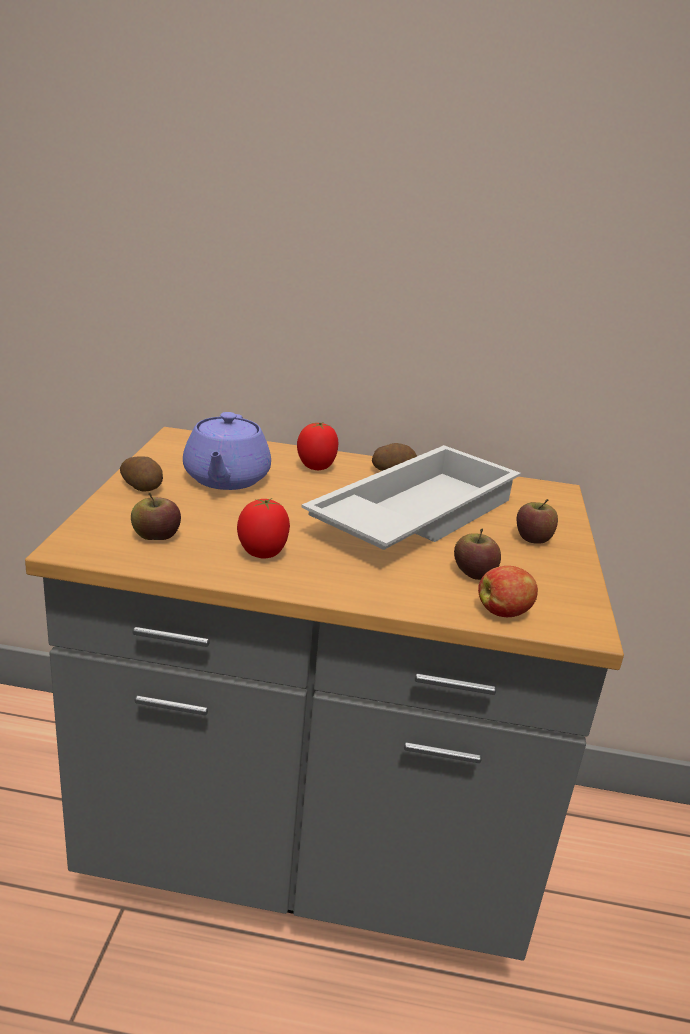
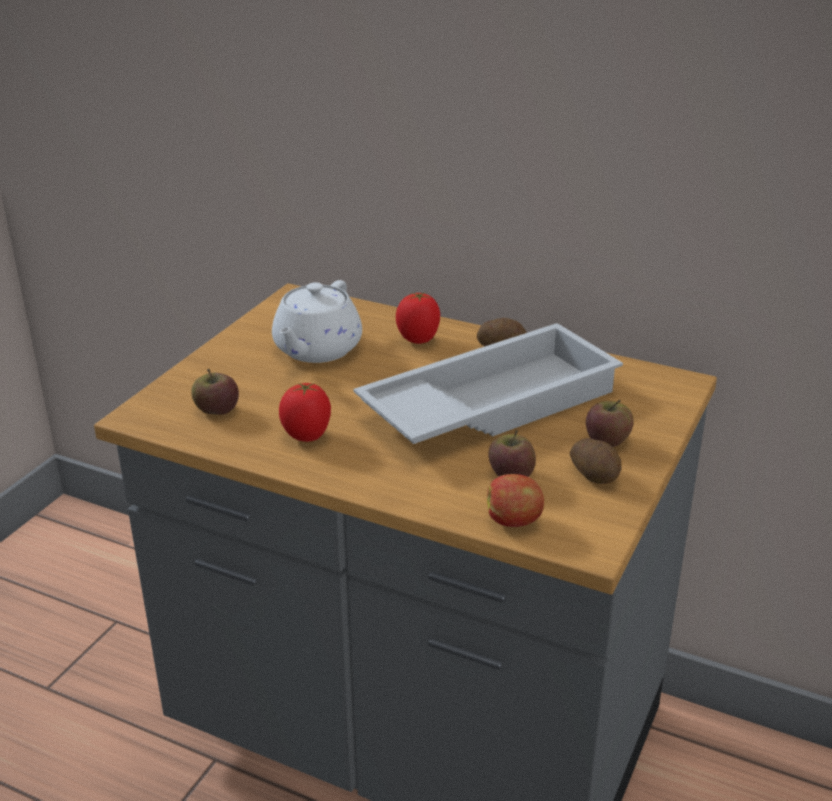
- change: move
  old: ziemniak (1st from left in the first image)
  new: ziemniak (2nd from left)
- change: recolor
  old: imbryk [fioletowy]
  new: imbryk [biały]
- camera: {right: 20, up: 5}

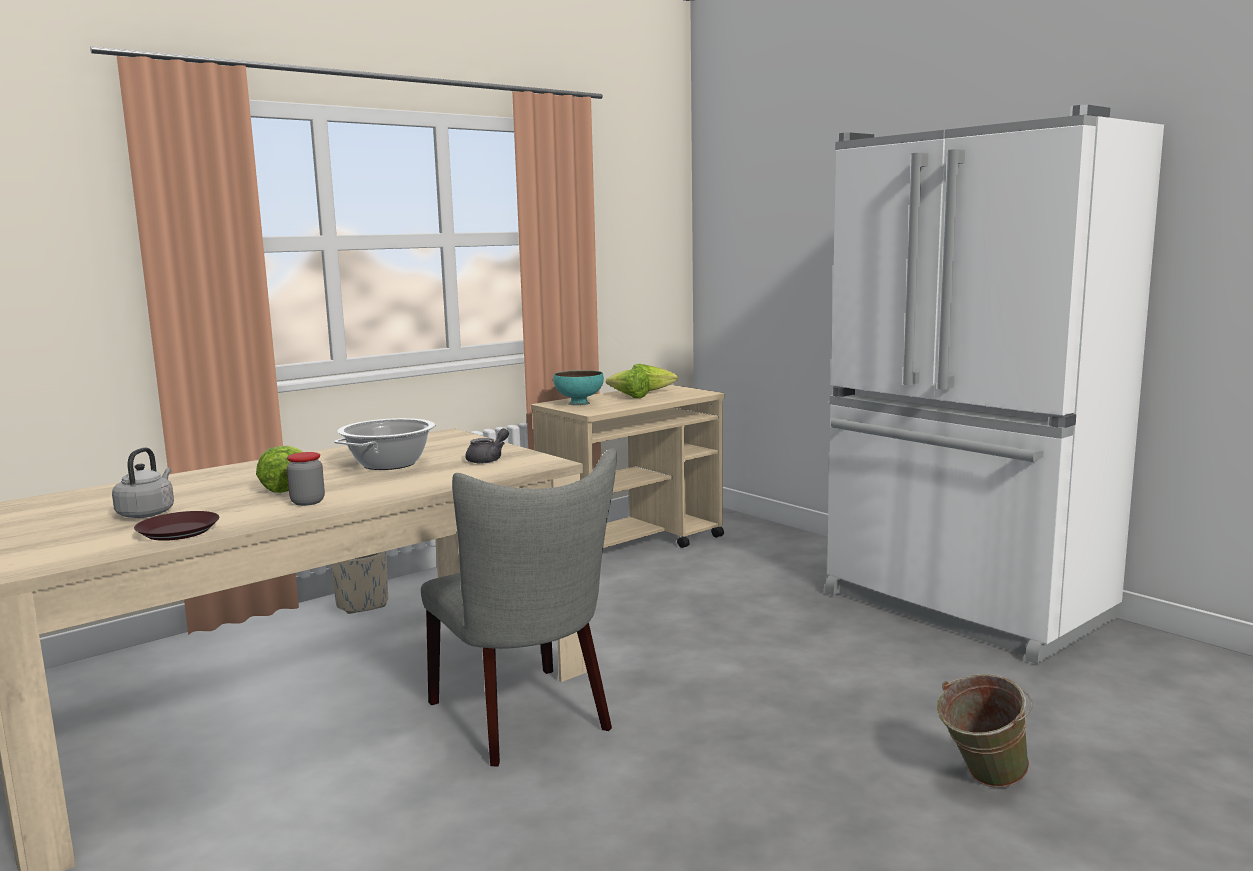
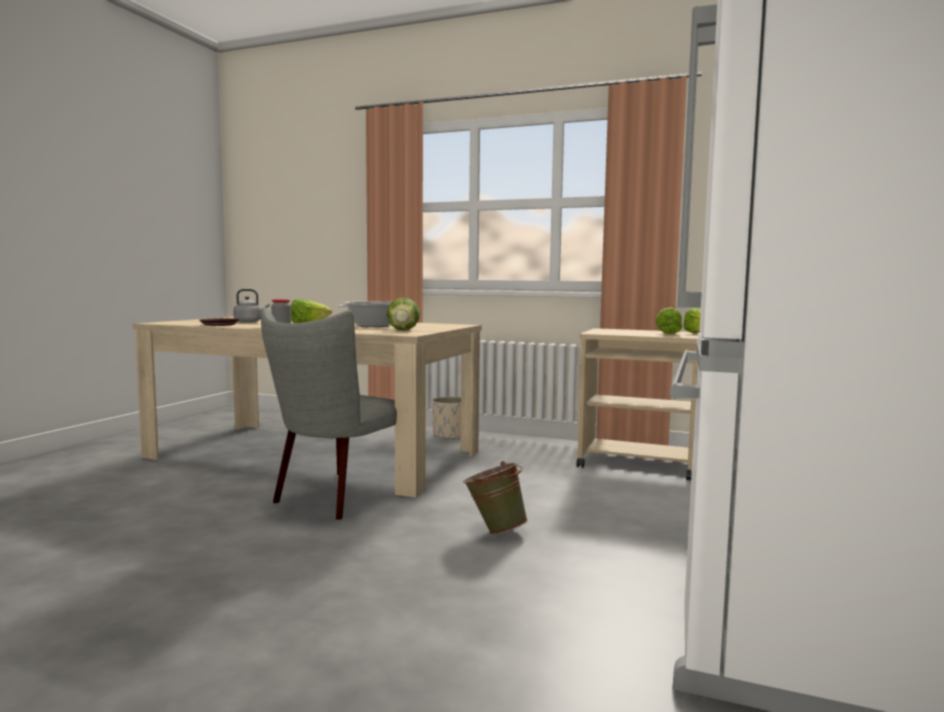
- change: delete
  old: miska [turkusowy]
- change: move
  old: wiadro [zielony]
- change: replace
  old: imbryk [szary]
  new: sałata (2nd from left)
- camera: {right: 60, up: -5}

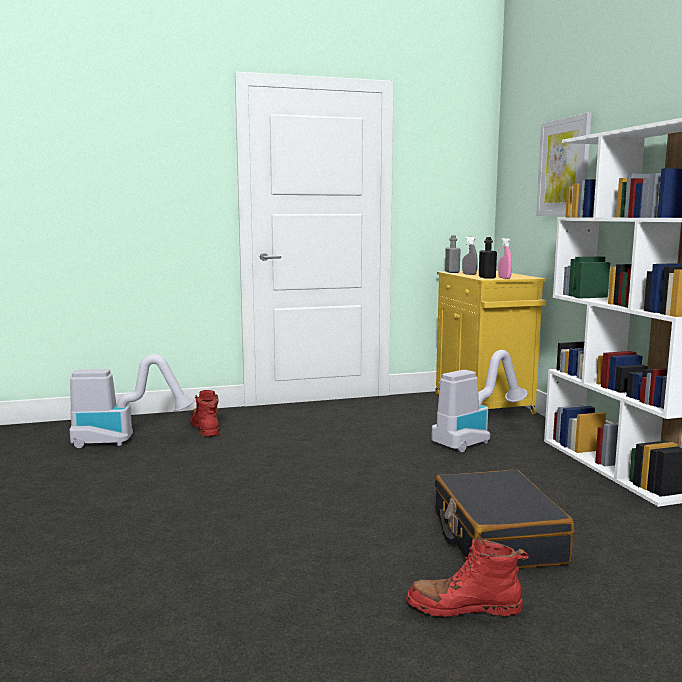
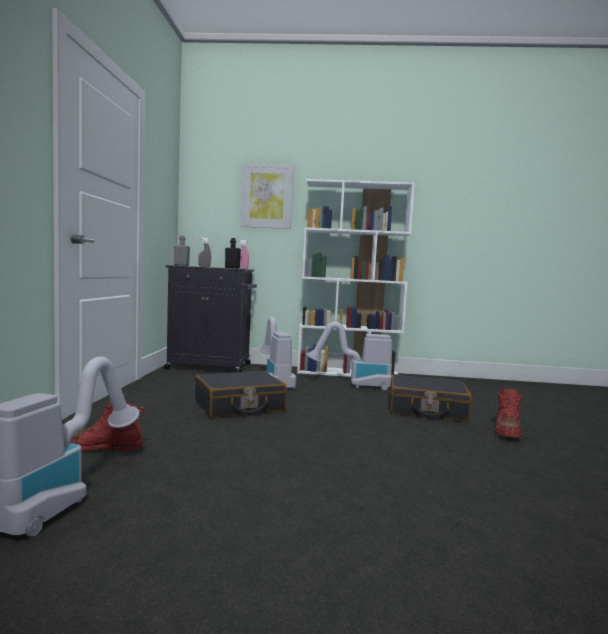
- change: insert
  new: walizka [czarny] (1st from left)
- change: insert
  new: odkurzacz (3rd from left)
- change: recolor
  old: szafka [żółty]
  new: szafka [czarny]
- camera: {right: -70, up: -5}

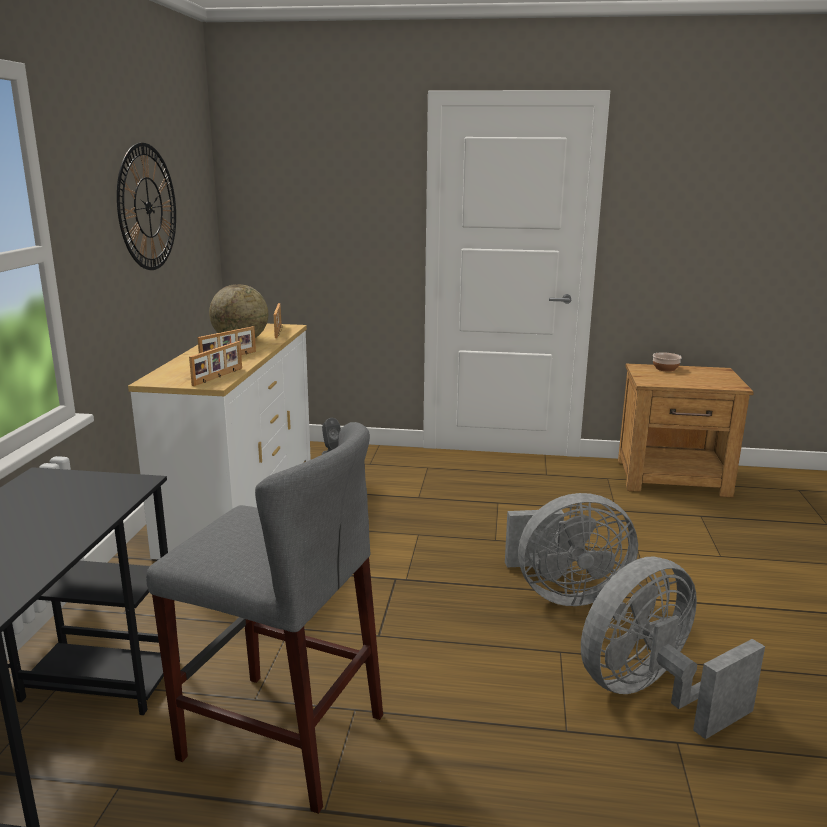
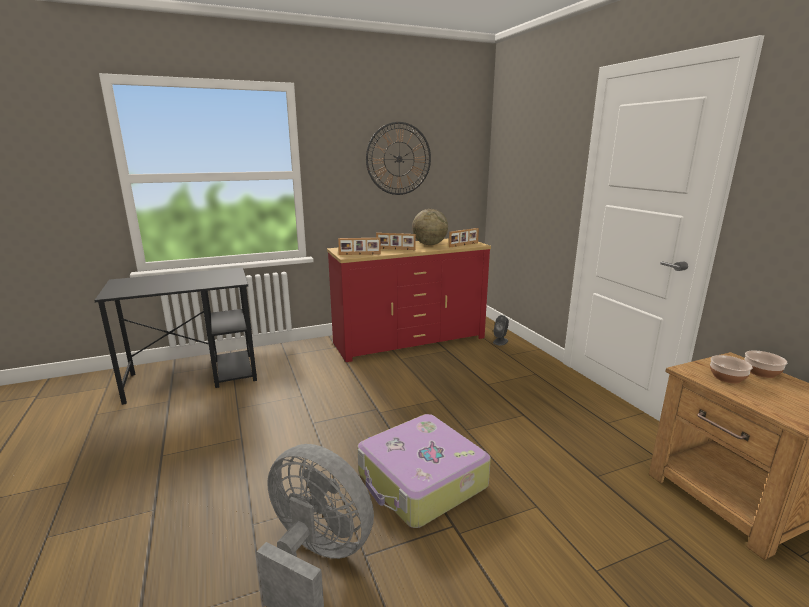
- change: delete
  old: stołek [szary]
- change: insert
  new: miska (1st from left)
- change: replace
  old: wentylator [szary] (1st from left)
  new: walizka
- change: recolor
  old: komoda [biały]
  new: komoda [czerwony]
- camera: {right: 60, up: 0}

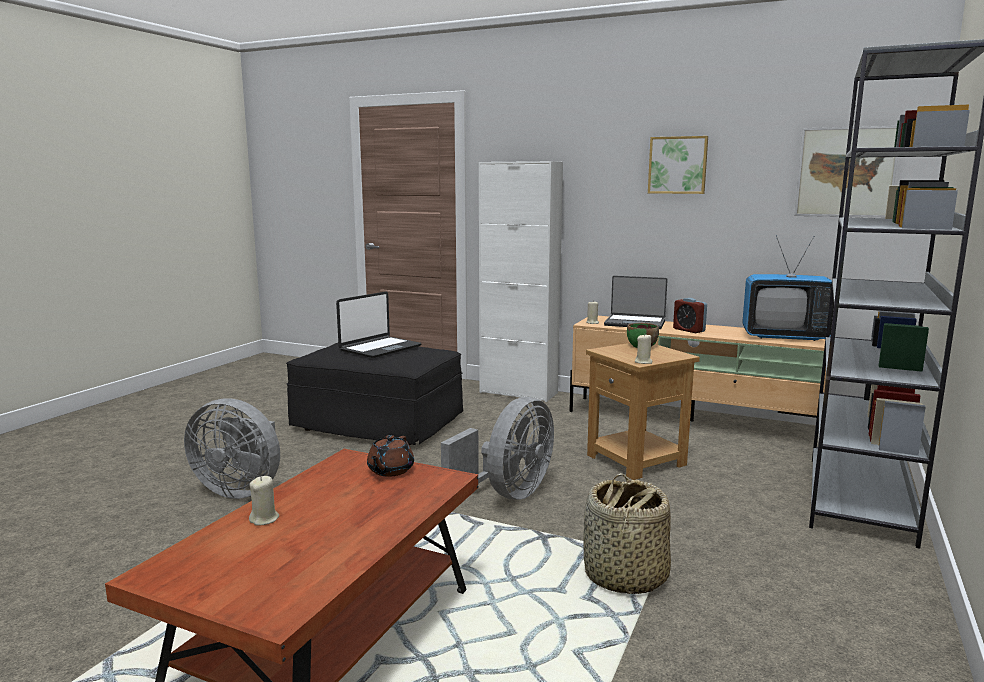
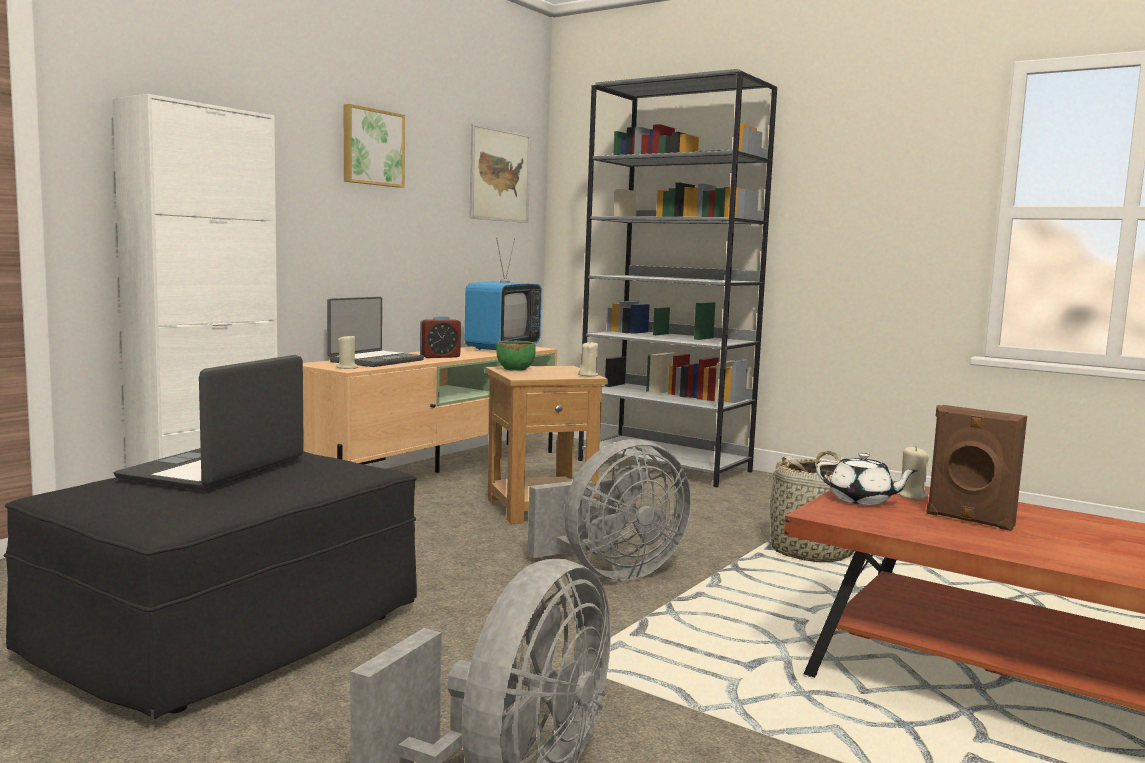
- change: insert
  new: głośnik [brązowy]
- change: move
  old: świeca [beżowy] (1st from left in the first image)
  new: świeca [beżowy] (3rd from left)
- change: recolor
  old: imbryk [brązowy]
  new: imbryk [biały]
- change: rotate
  old: laptop (1st from left)
  degrees: -120
- change: rotate
  old: wentylator [szary] (2nd from left)
  degrees: 105
- camera: {right: -80, up: -5}

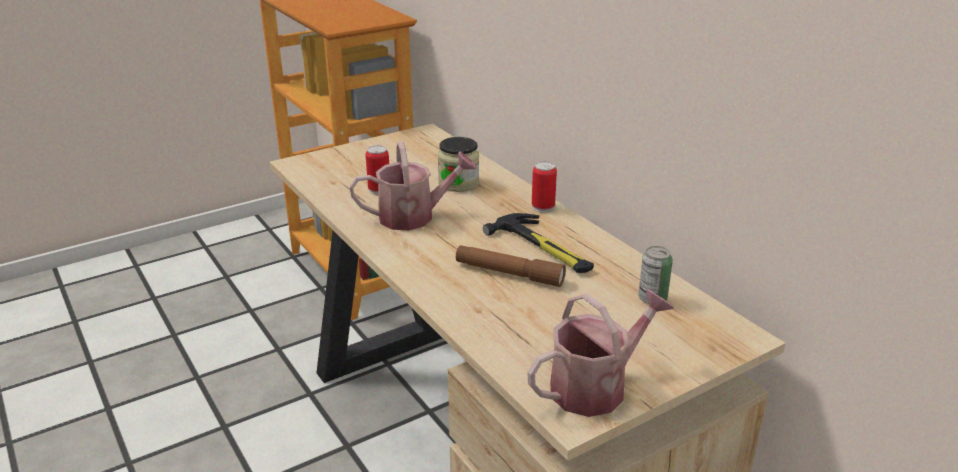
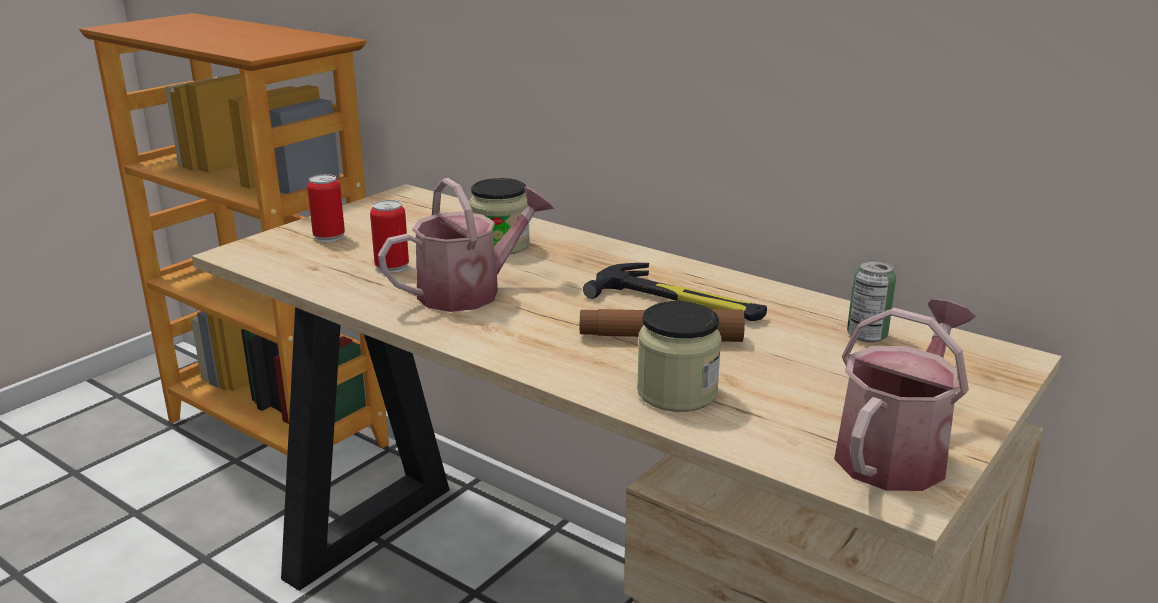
- change: insert
  new: słoik (2nd from left)
- change: move
  old: puszka (2nd from left in the first image)
  new: puszka (1st from left)
- camera: {right: -20, up: -5}

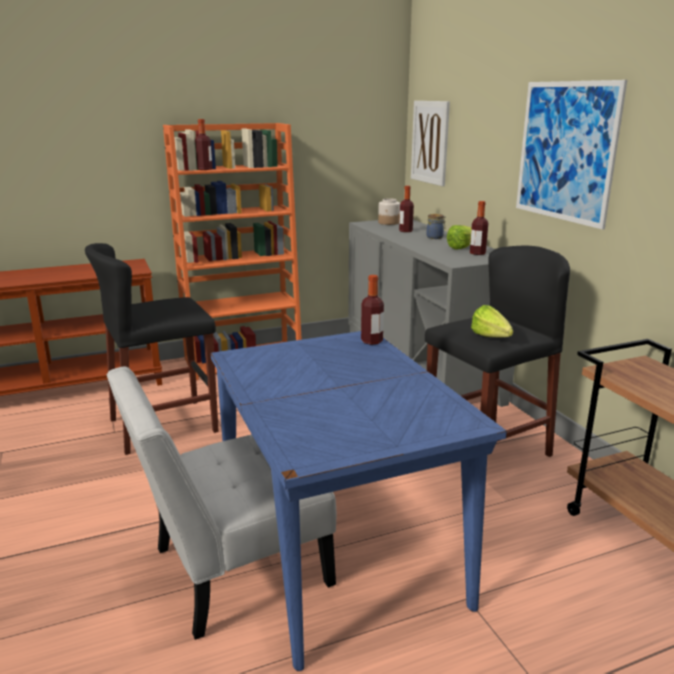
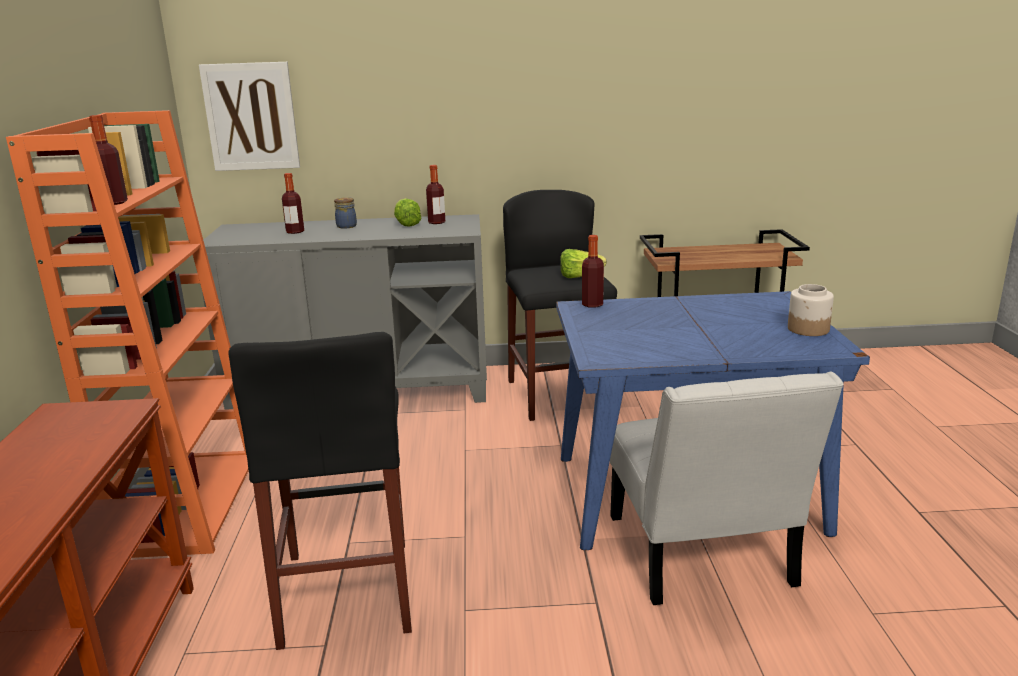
- change: delete
  old: obraz (2nd from left)
- change: move
  old: słoik (1st from left in the first image)
  new: słoik (2nd from left)
- camera: {right: -70, up: 0}

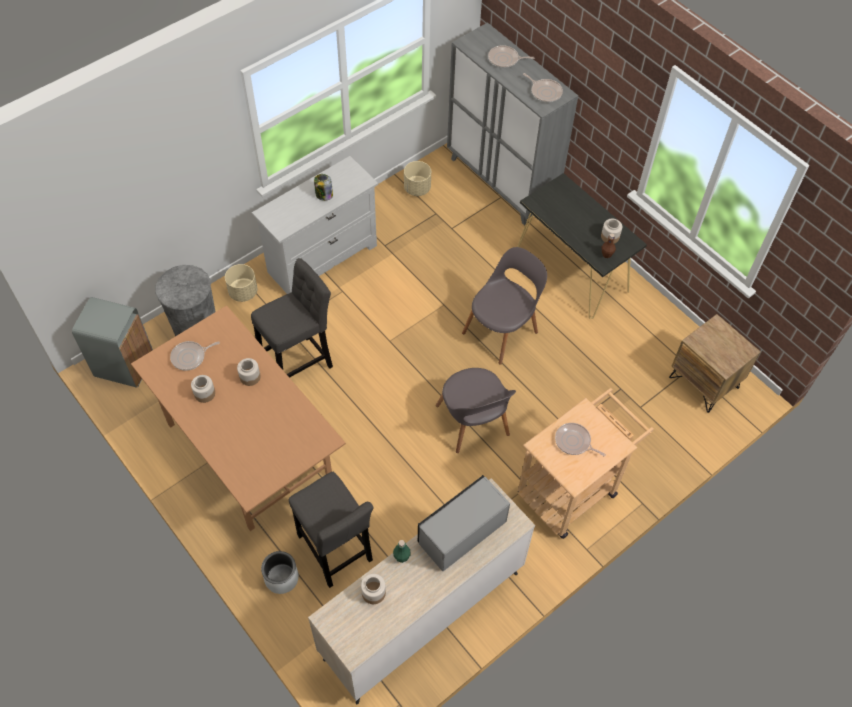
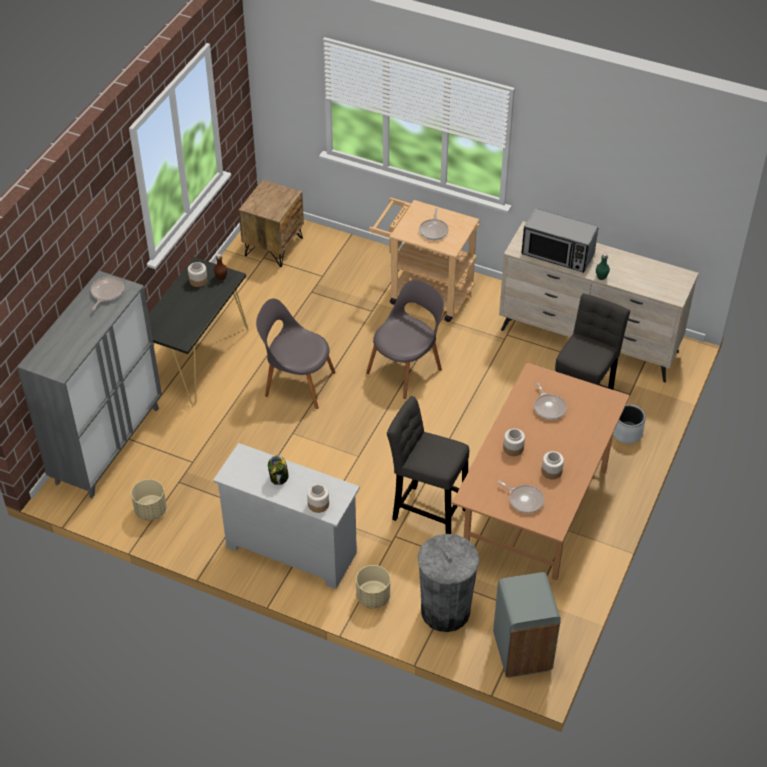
- change: move
  old: słoik (4th from left in the first image)
  new: słoik (3rd from left)
- change: move
  old: patelnia (2nd from left in the first image)
  new: patelnia (4th from left)
- camera: {right: -115, up: -10}

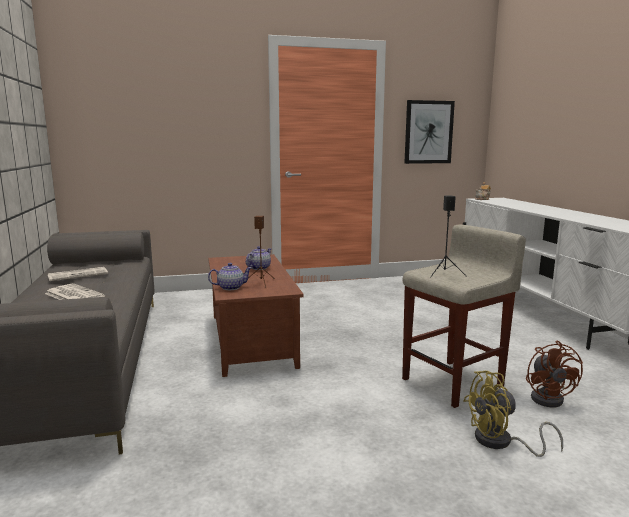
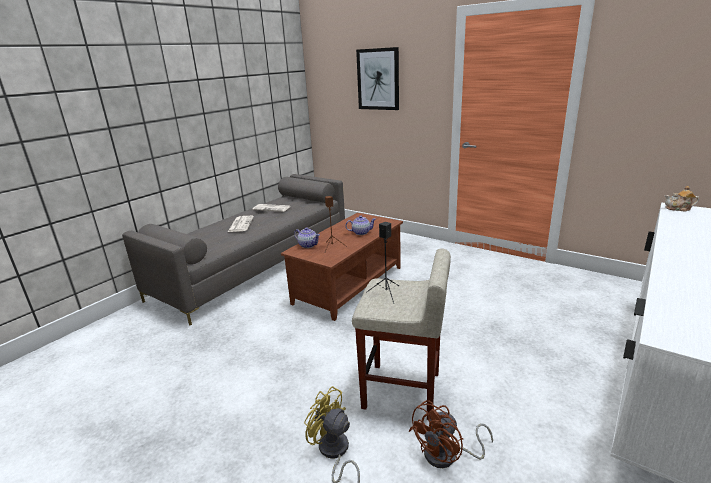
- change: move
  old: obraz
- camera: {right: 50, up: 10}

